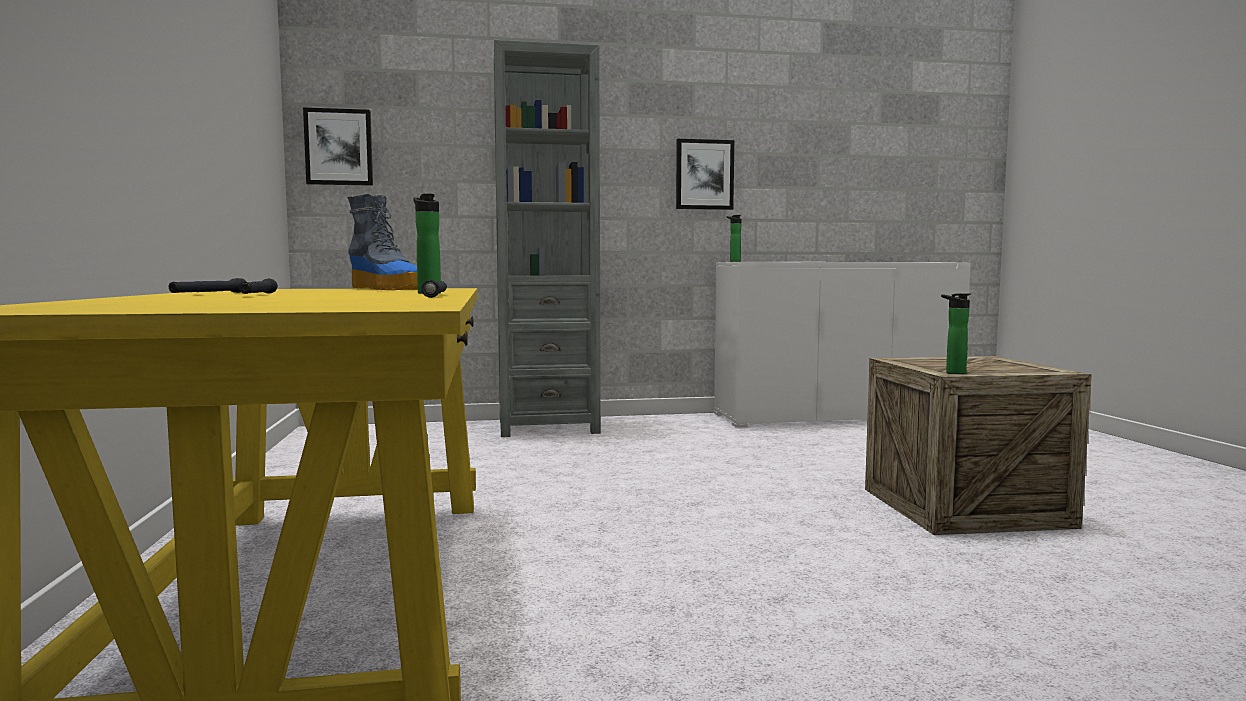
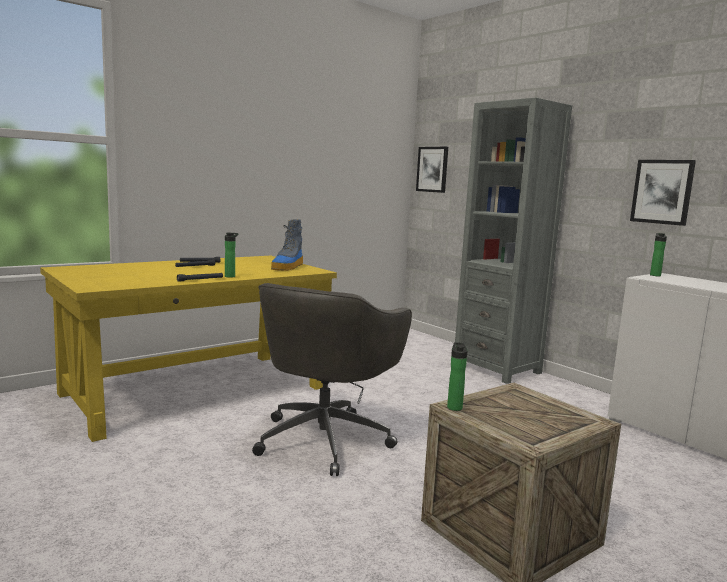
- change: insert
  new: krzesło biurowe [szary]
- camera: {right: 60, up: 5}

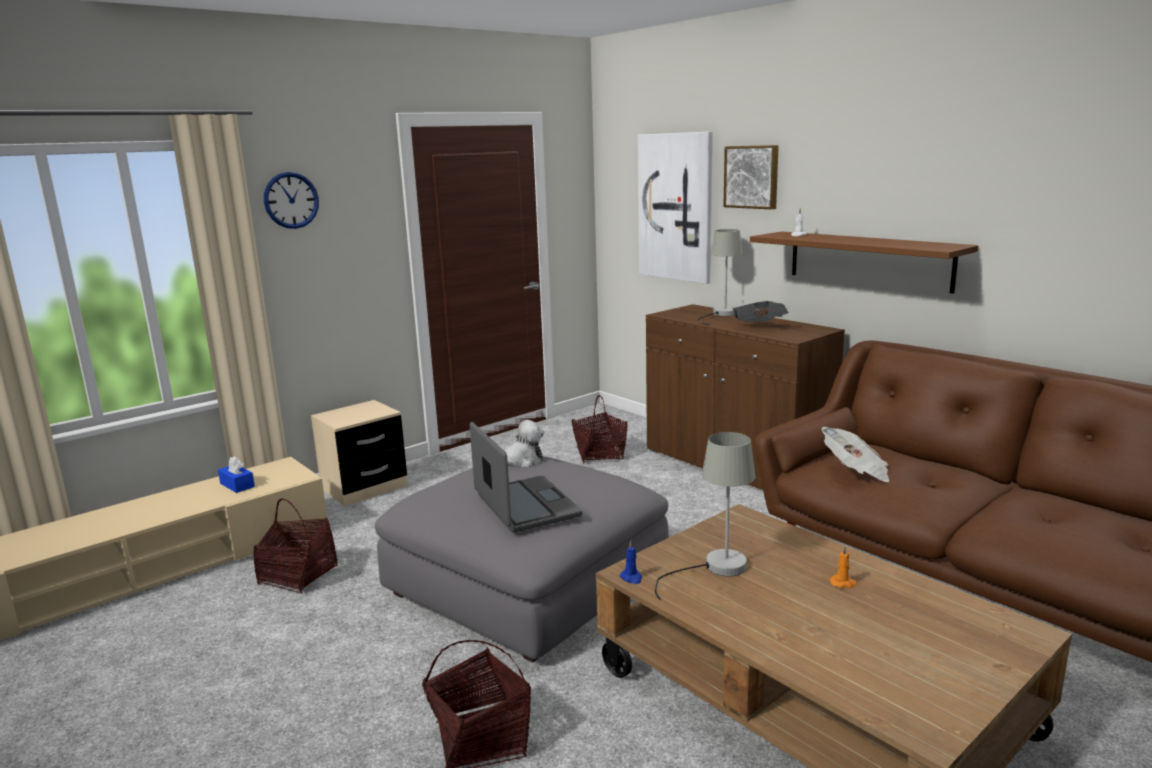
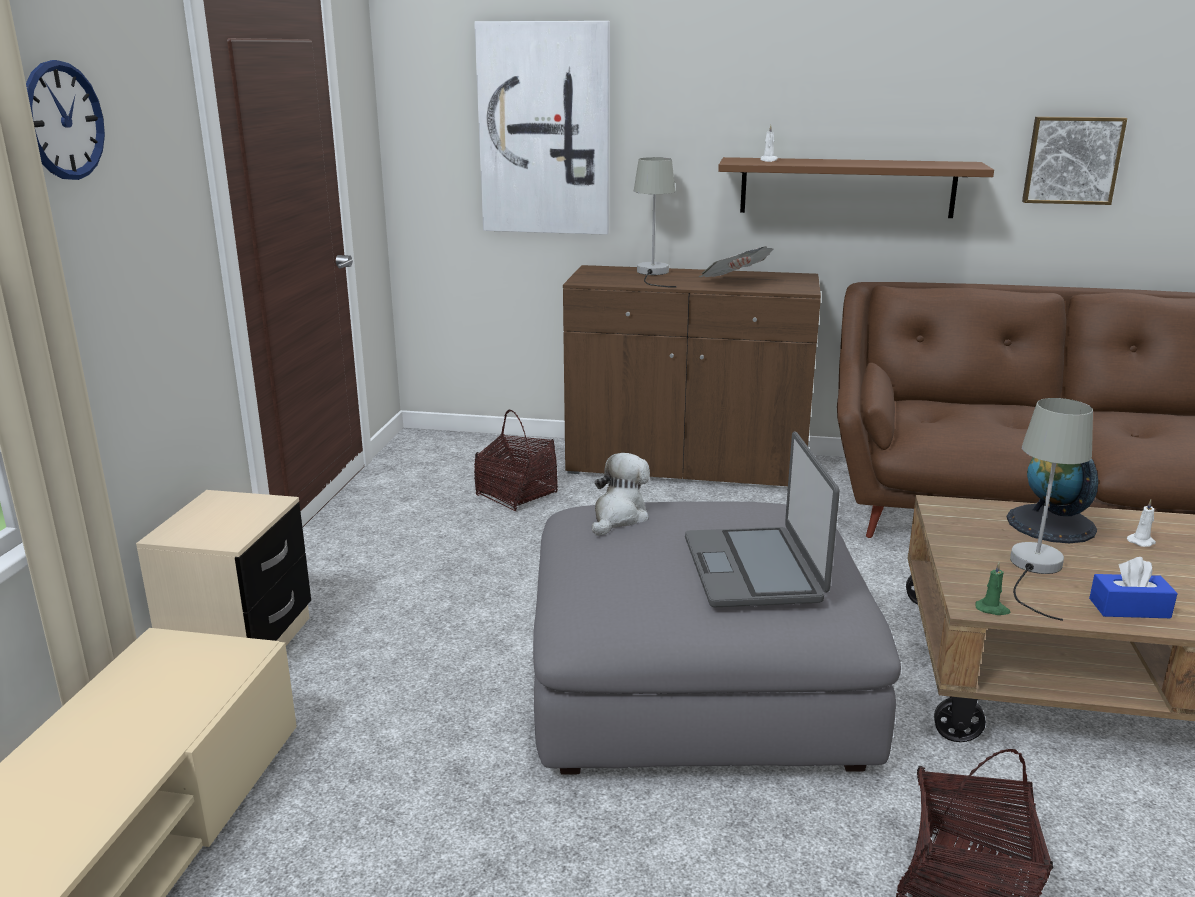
- change: delete
  old: koszyk (1st from left)
- change: delete
  old: gazeta (2nd from left)
- change: insert
  new: globus
- change: move
  old: pudełko chusteczek [niebieski]
- change: move
  old: obraz (2nd from left)
- change: recolor
  old: świeca [niebieski]
  new: świeca [zielony]
- change: recolor
  old: świeca [pomarańczowy]
  new: świeca [biały] (2nd from left)
- change: rotate
  old: laptop
  degrees: -120
- camera: {right: -40, up: 5}

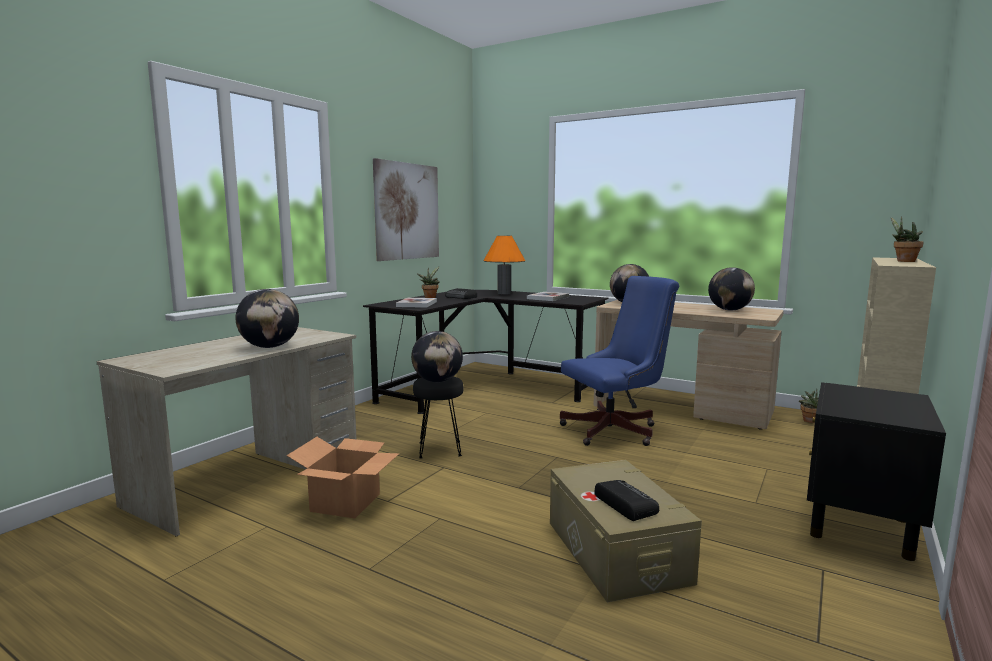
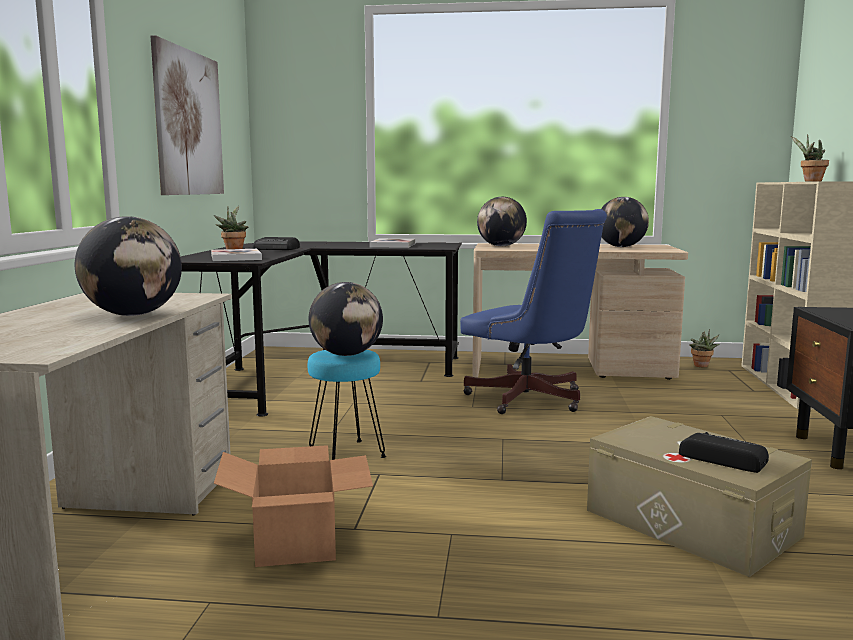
- change: delete
  old: lampa stołowa [pomarańczowy]
- change: recolor
  old: stołek [czarny]
  new: stołek [turkusowy]
- change: rotate
  old: krzesło biurowe [niebieski]
  degrees: 90
- camera: {right: -25, up: 0}

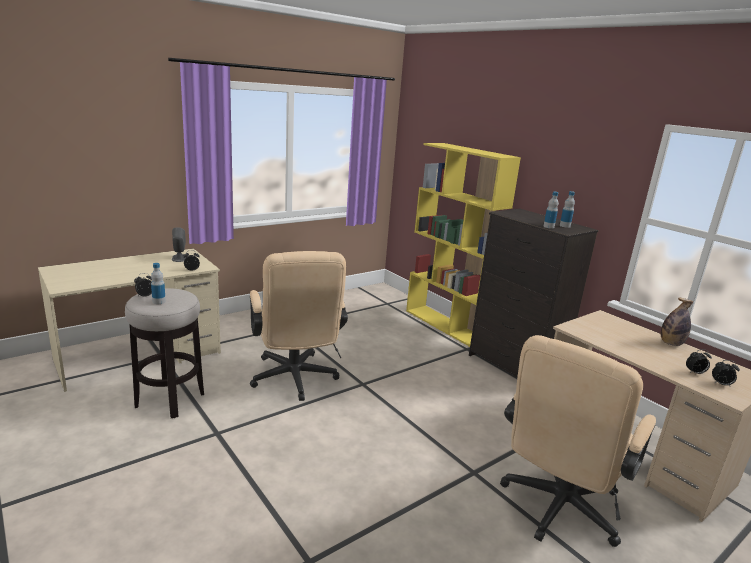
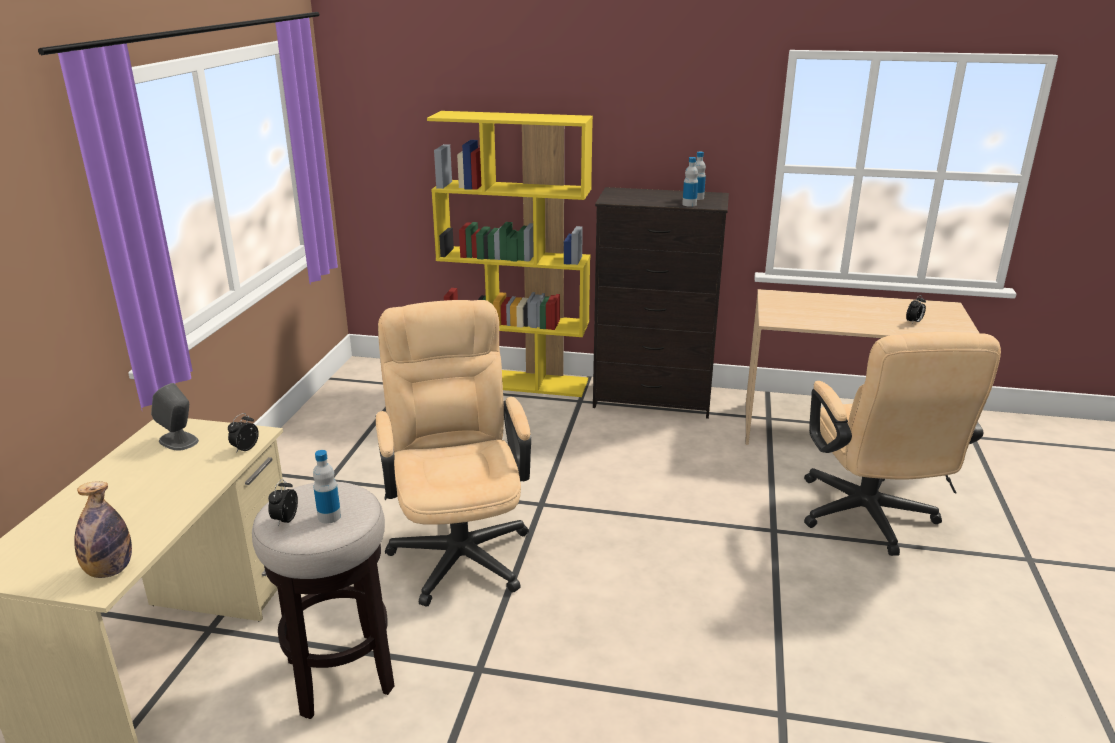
- change: delete
  old: budzik (4th from left)
- change: move
  old: butelka (4th from left in the first image)
  new: butelka (1st from left)
- change: rotate
  old: krzesło biurowe [beżowy] (1st from left)
  degrees: -135
- camera: {right: -40, up: 5}

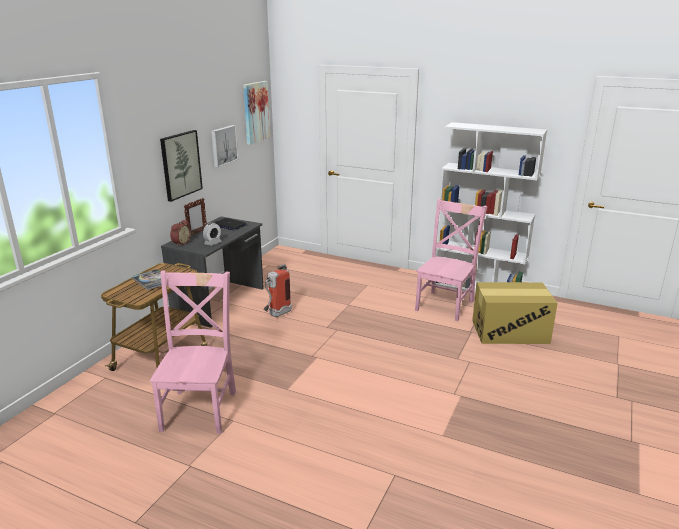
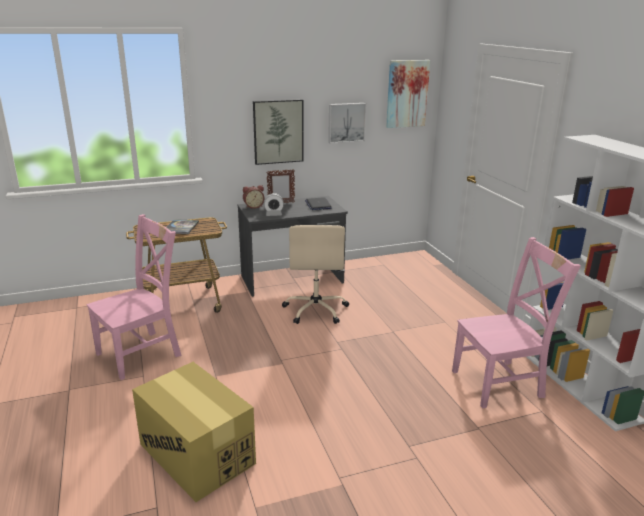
- change: move
  old: karton
- change: replace
  old: gaśnica
  new: krzesło biurowe [beżowy]
- camera: {right: 45, up: 0}

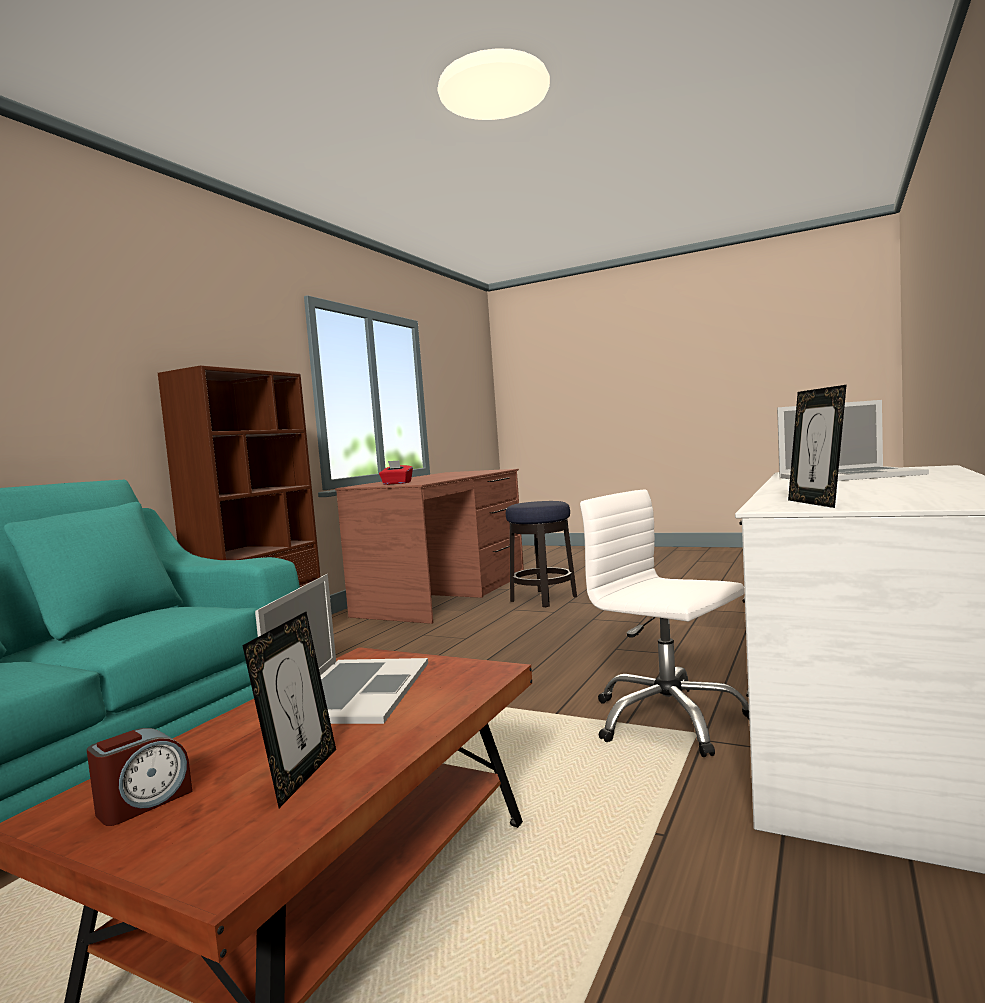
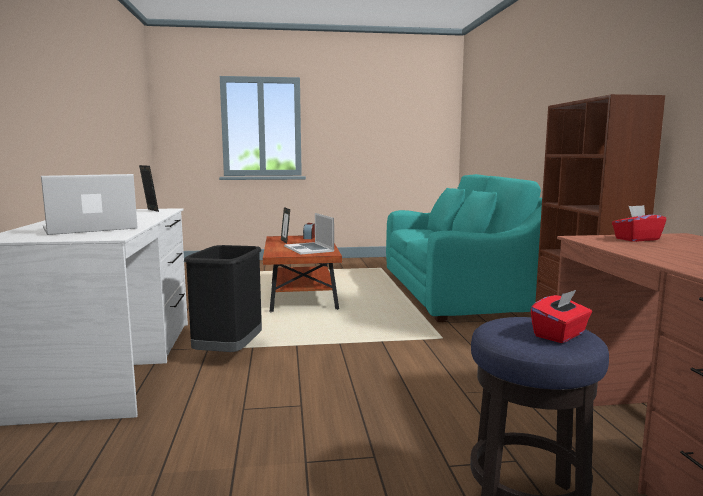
- change: insert
  new: pudełko chusteczek [czerwony] (1st from left)
- change: replace
  old: krzesło biurowe [biały]
  new: kosz na śmieci [czarny]
- camera: {right: 145, up: 5}

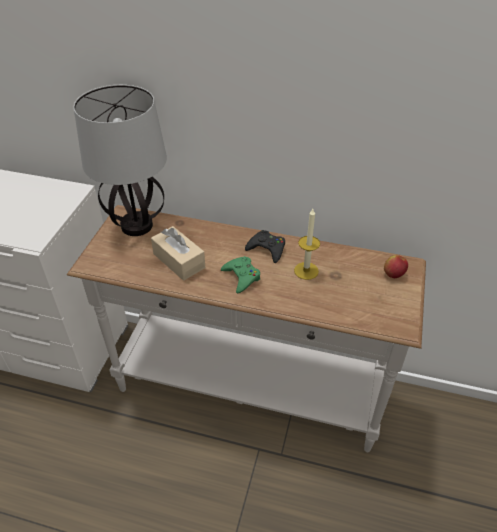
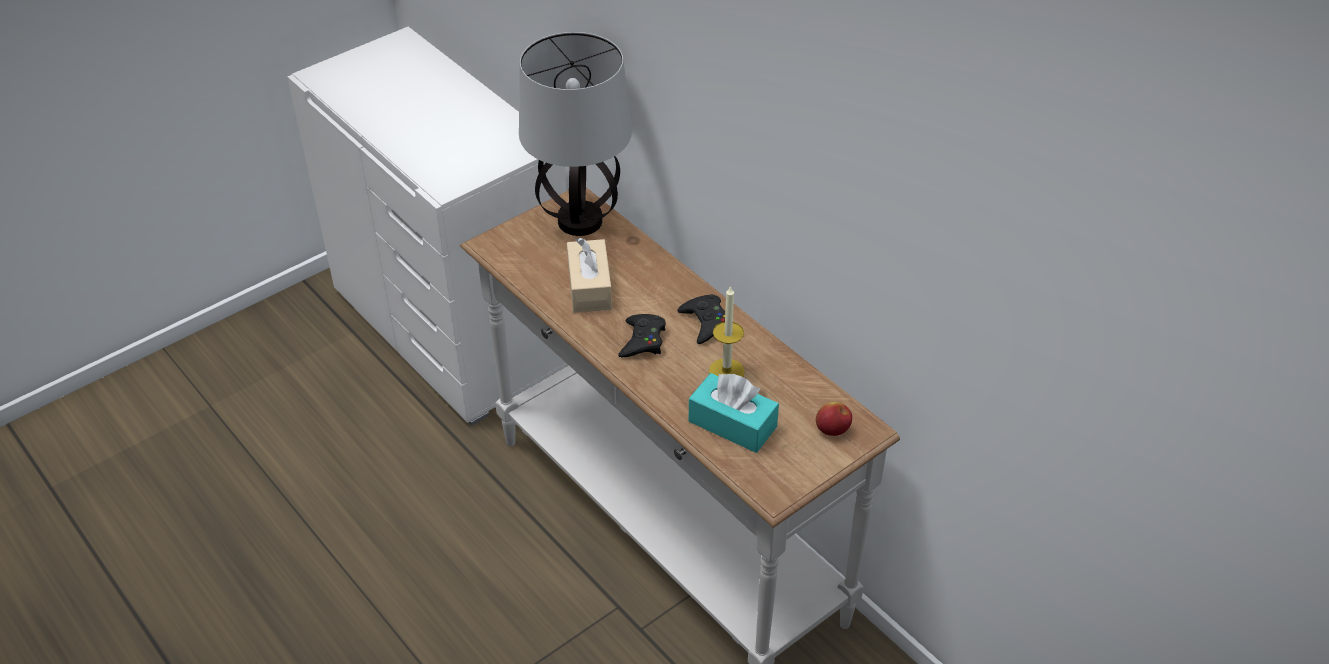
- change: insert
  new: pudełko chusteczek [turkusowy]
- change: recolor
  old: pad do gier [zielony]
  new: pad do gier [czarny] (1st from left)
- camera: {right: 35, up: 0}

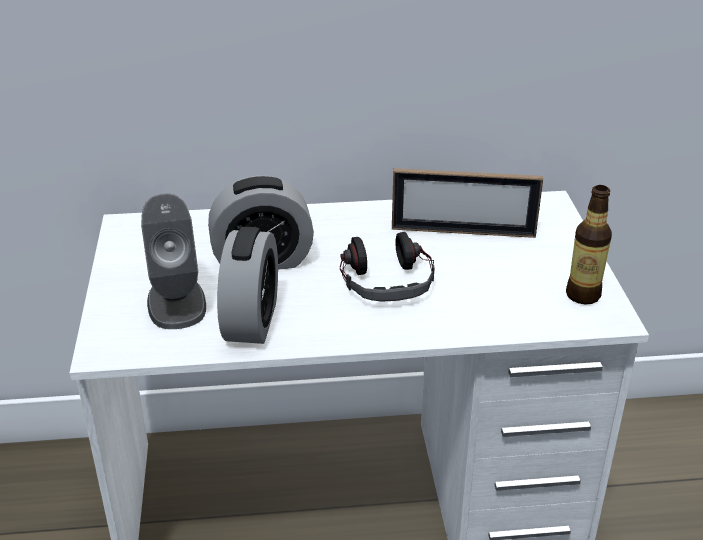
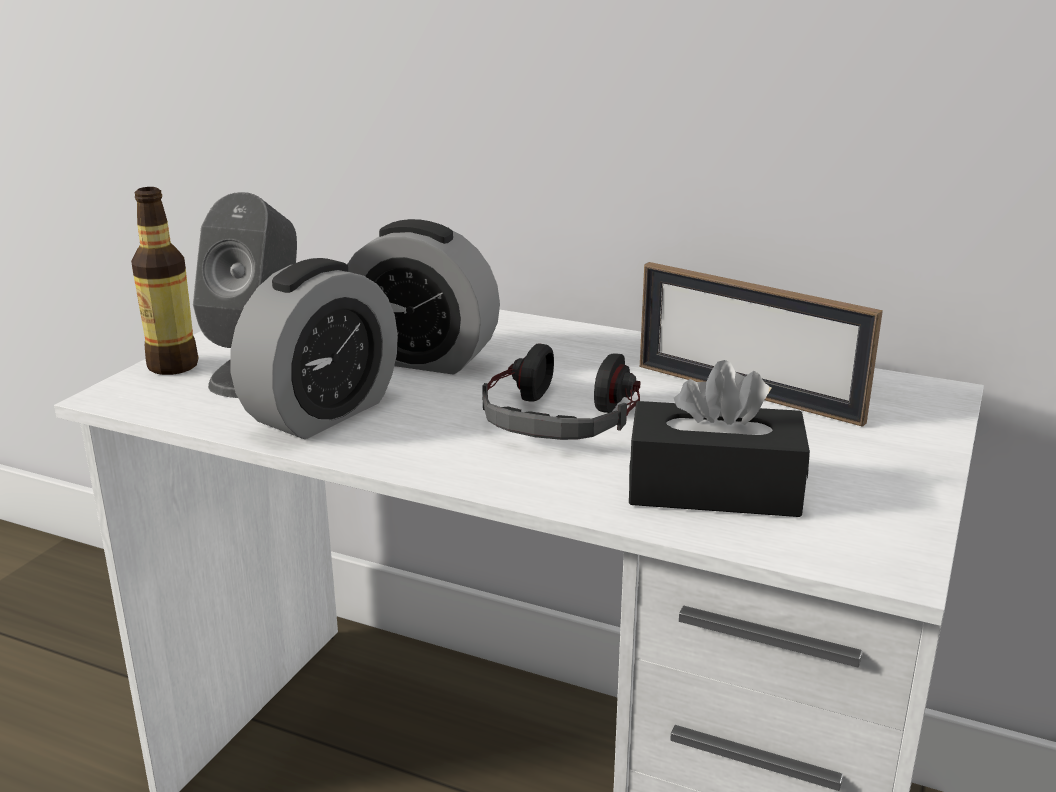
- change: insert
  new: pudełko chusteczek [czarny]
- change: move
  old: butelka
- camera: {right: 30, up: -10}

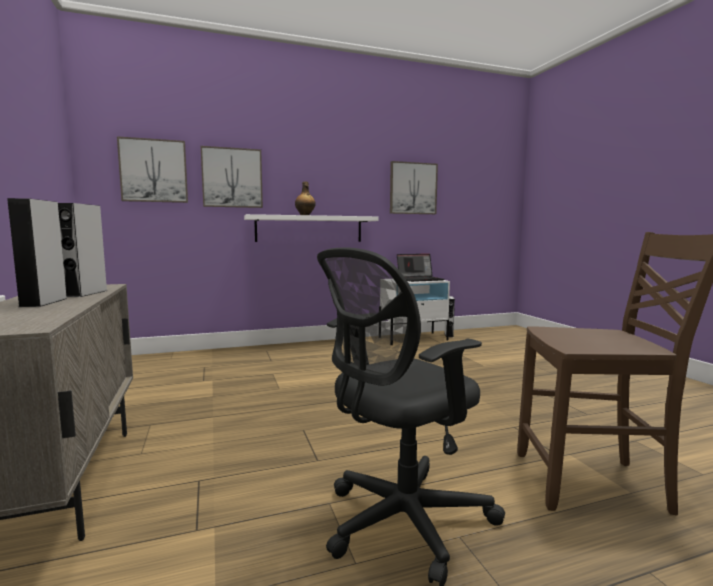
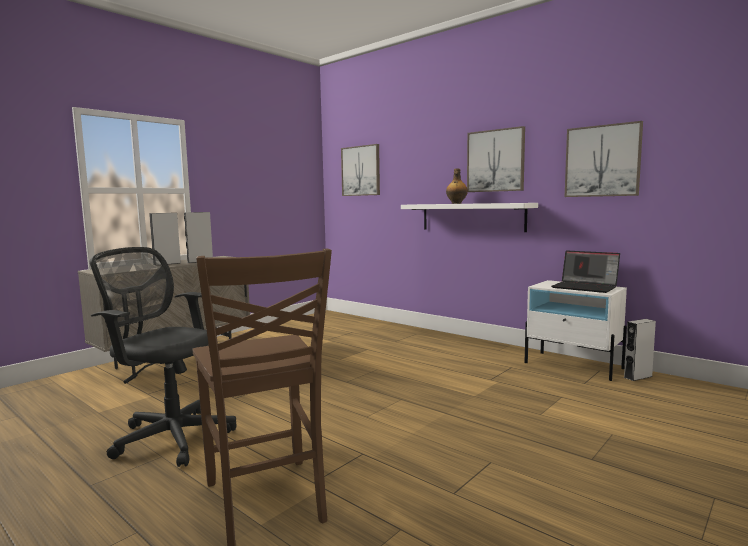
- change: move
  old: obraz (2nd from left)
- camera: {right: 60, up: 0}

